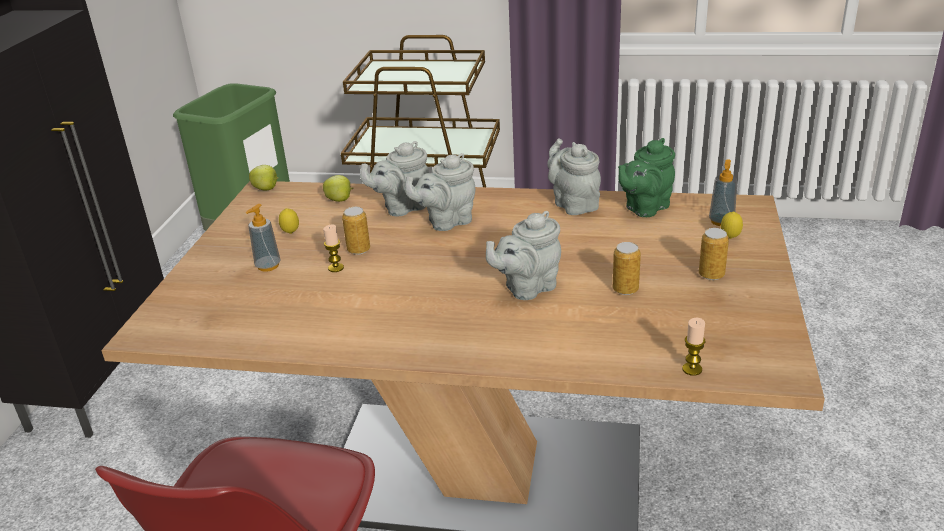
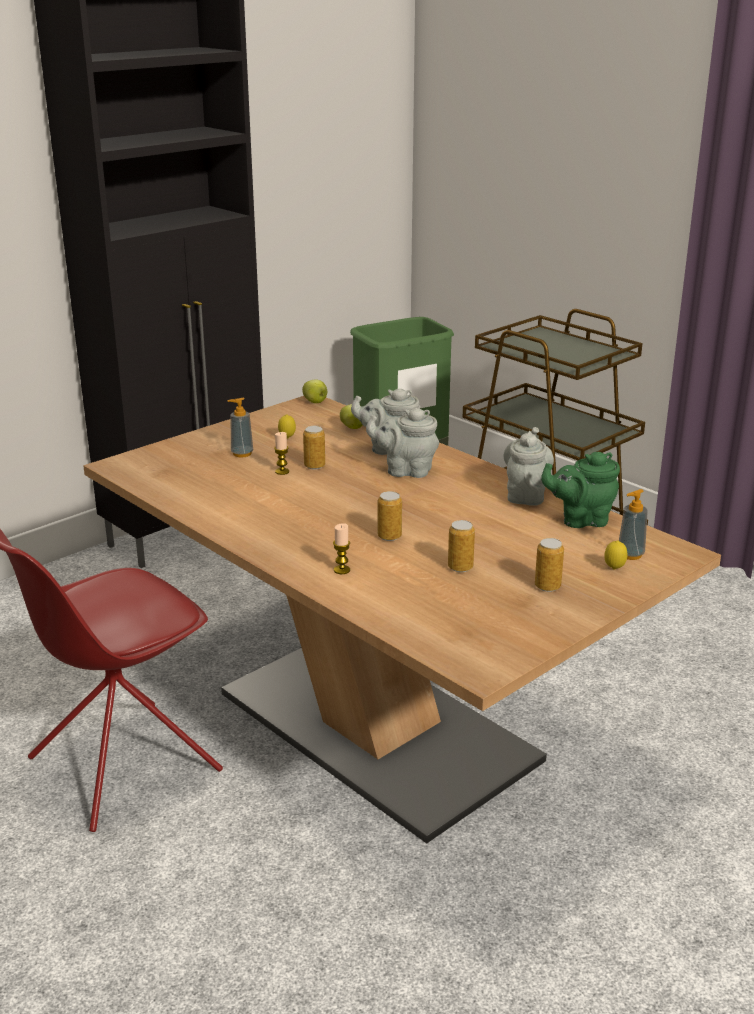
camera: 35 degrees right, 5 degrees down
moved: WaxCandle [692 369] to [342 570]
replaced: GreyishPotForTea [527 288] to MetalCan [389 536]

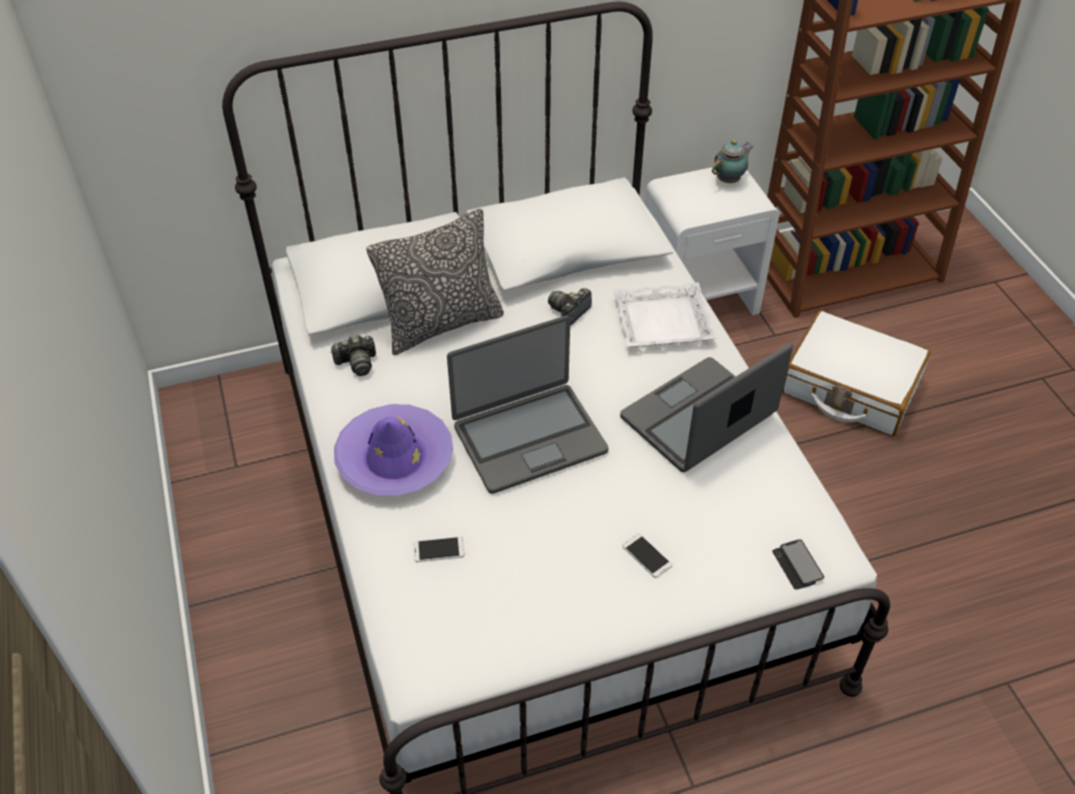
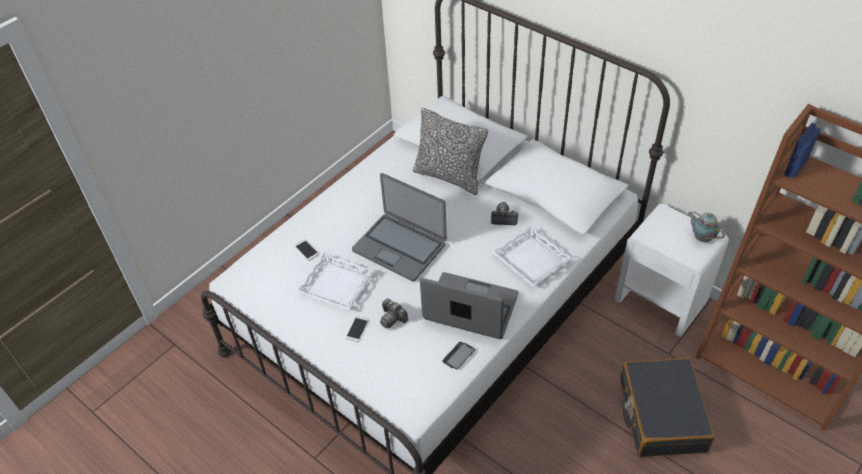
camera: 60 degrees right, 0 degrees up
removed: PurpleHat [394 459]
added: WhitishCarryingTray [337 285]
moved: StillCamera [357 363] to [392 318]; Handset [797 565] to [458 356]
recoloured: WhitishSuitcase [850 387] to BlackSuitcase [661 414]
turned: PotForTea [729 180] = [701 237] 150 degrees counterclockwise

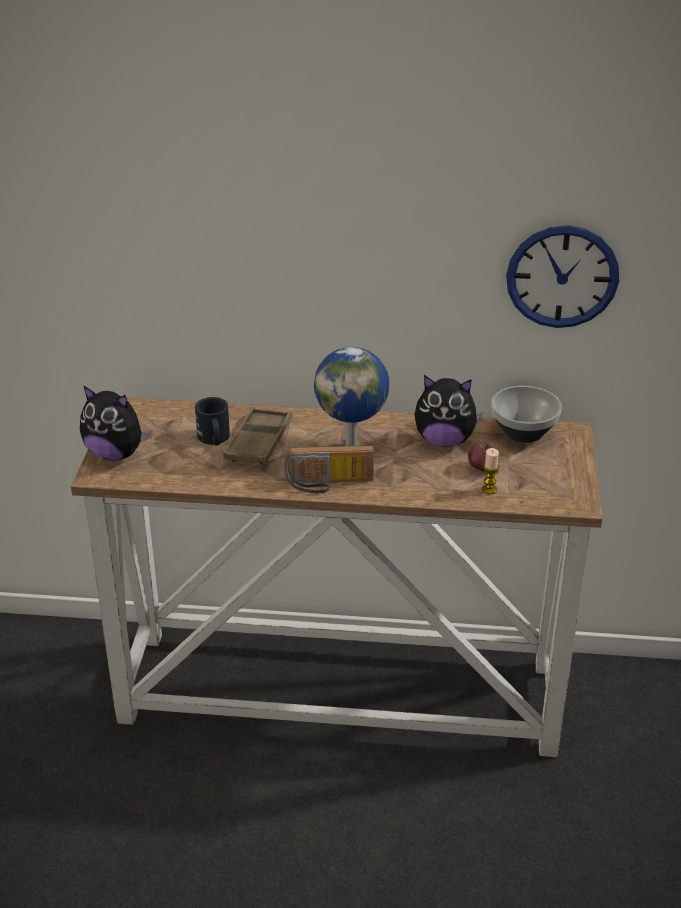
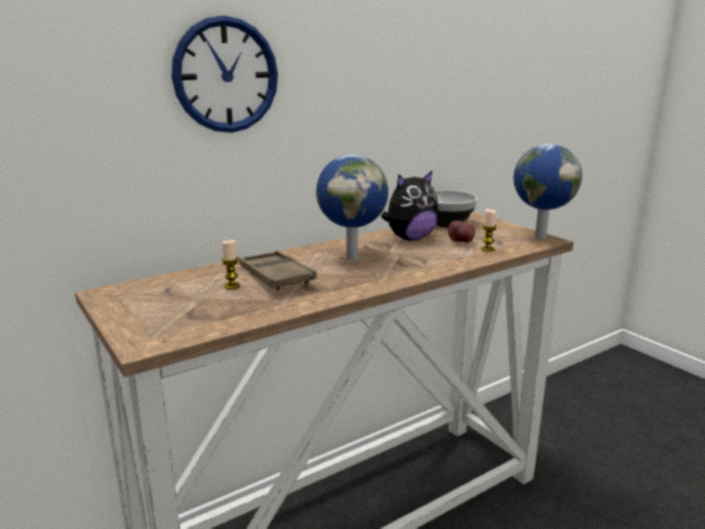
camera: 40 degrees left, 15 degrees down
removed: CuddlyToy [116 454]; RadioReceiver [329 484]
added: WorldGlobe [539 237]
moved: WallClock [562 276] to [226 75]
replaced: BlackCoffeeMug [214 439] to WaxCandle [231 286]

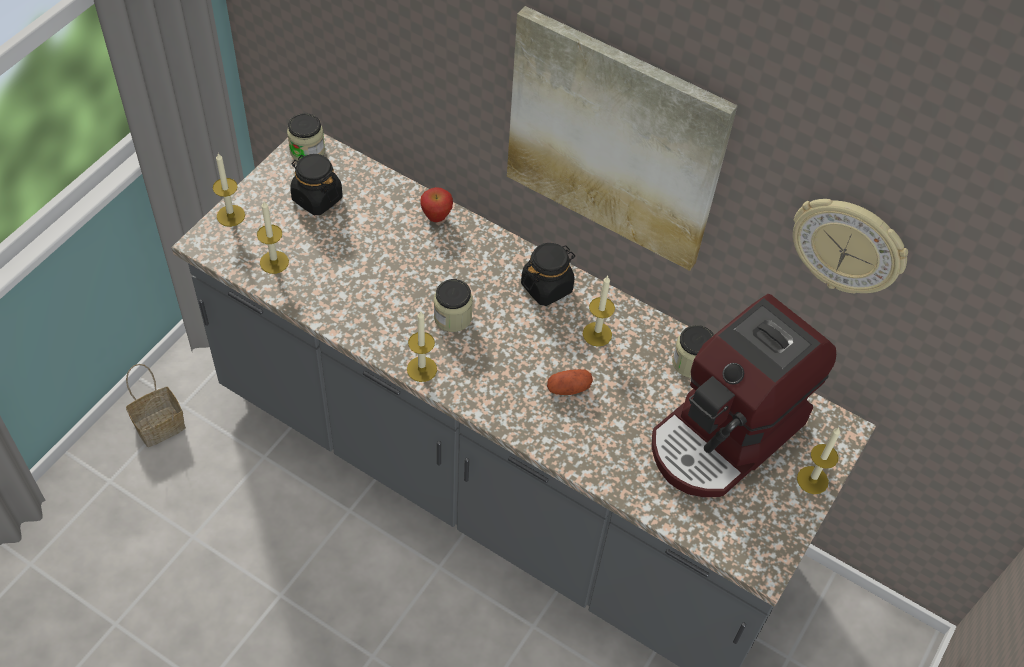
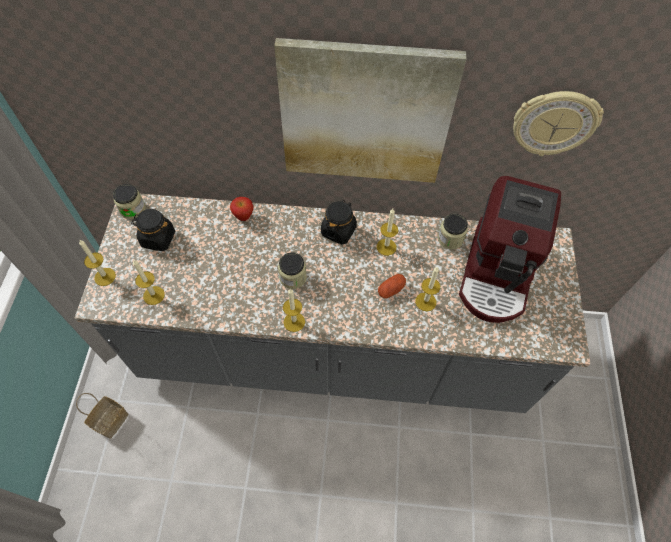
camera: 25 degrees left, 5 degrees up
moved: WaxCandle [812 480] to [425 301]

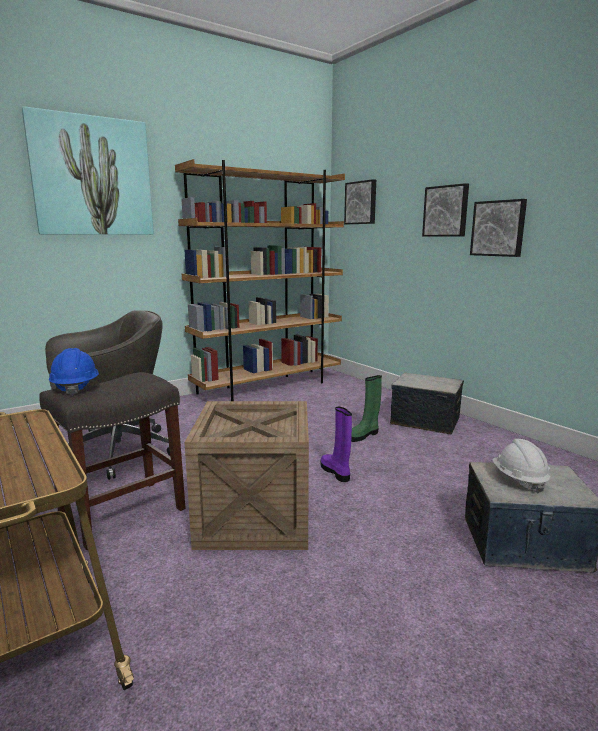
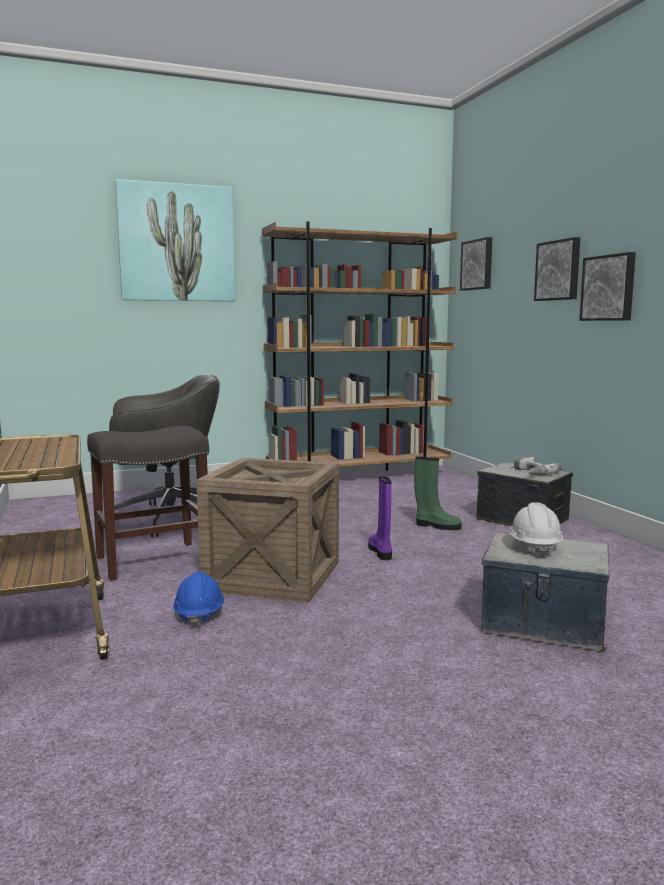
camera: 15 degrees right, 5 degrees down
added: ElectricDrill [531 472]
moved: BlueSafetyHelmet [75 387] to [199 615]
turned: GreenColouredTallBoot [363 435] = [436 526] 135 degrees counterclockwise

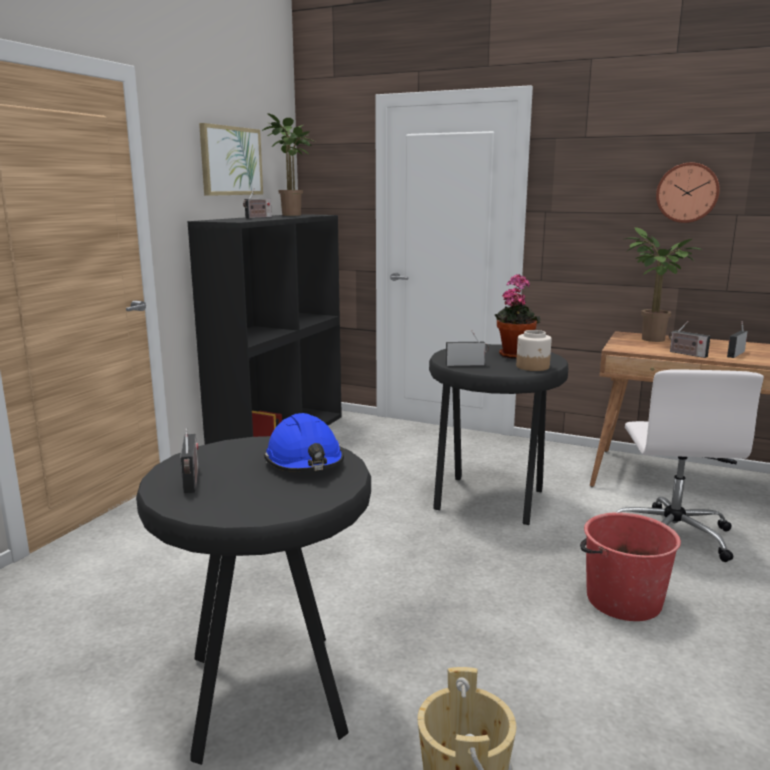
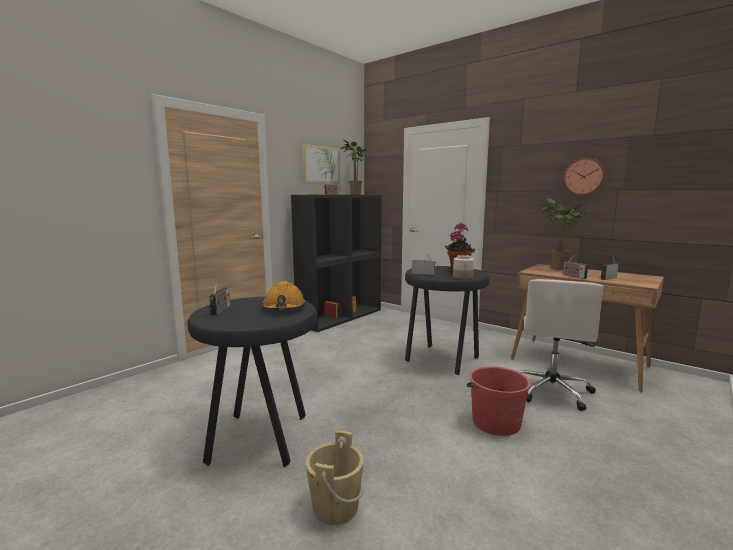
camera: 15 degrees right, 5 degrees down
recoloured: BlueSafetyHelmet [305 462] to OrangeSafetyHelmet [284 308]

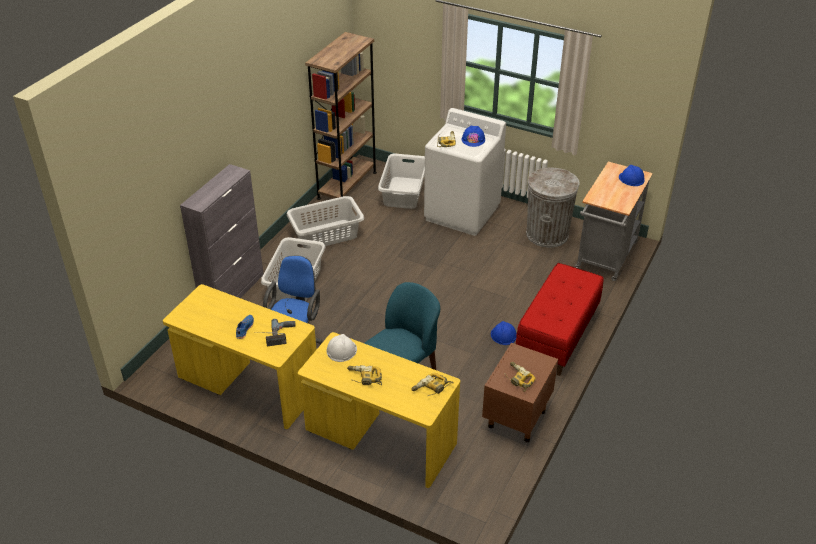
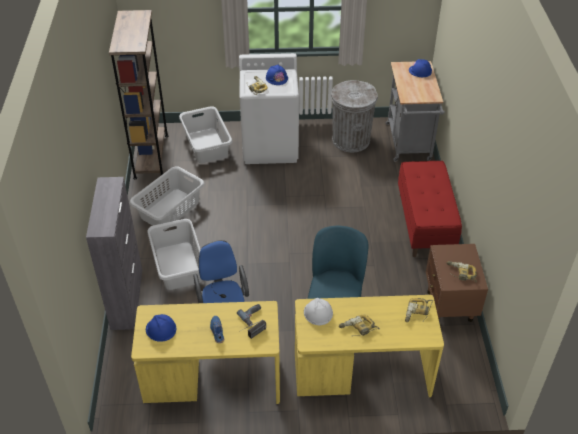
camera: 30 degrees left, 5 degrees up
moved: BlueSafetyHelmet [503 335] to [161 329]

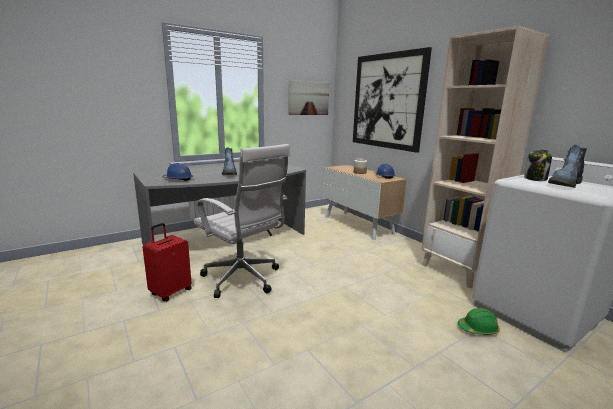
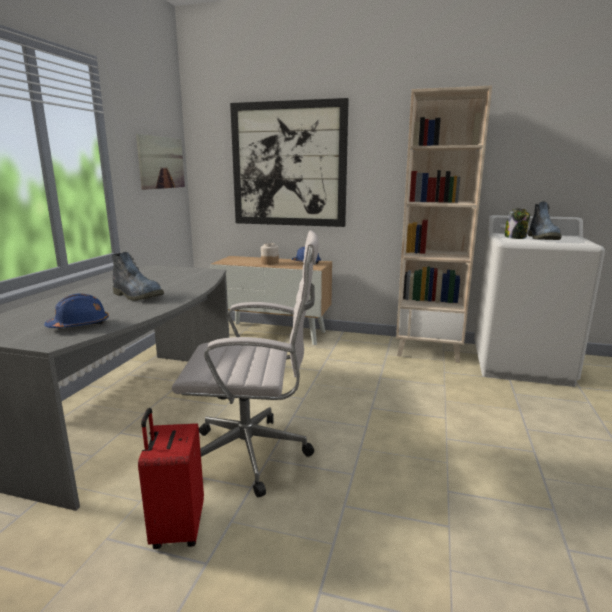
camera: 40 degrees left, 0 degrees up
removed: GreenColouredSafetyHelmet [478 329]

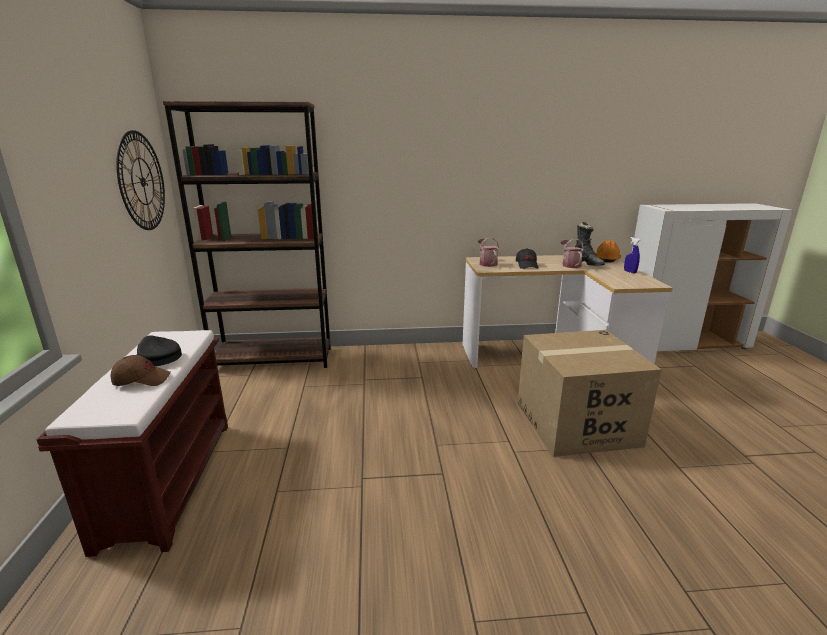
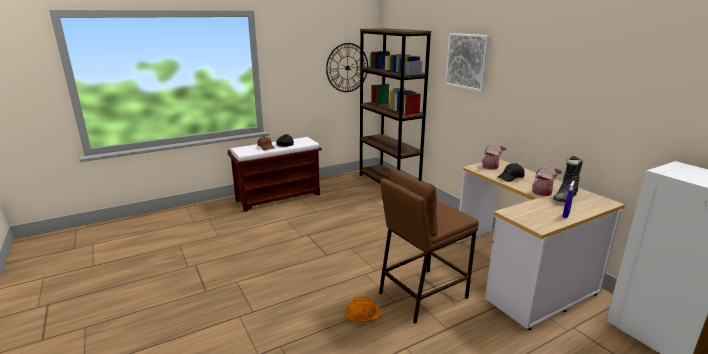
camera: 65 degrees right, 0 degrees up
added: Picture [467 61]
moved: OrangeSafetyHelmet [606 259] to [362 316]
replaced: CardboardBox [576 424] to BrownColouredSittingStool [422 295]

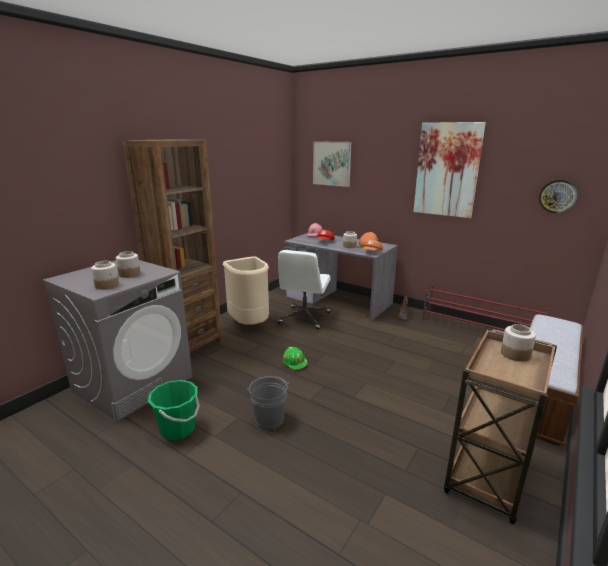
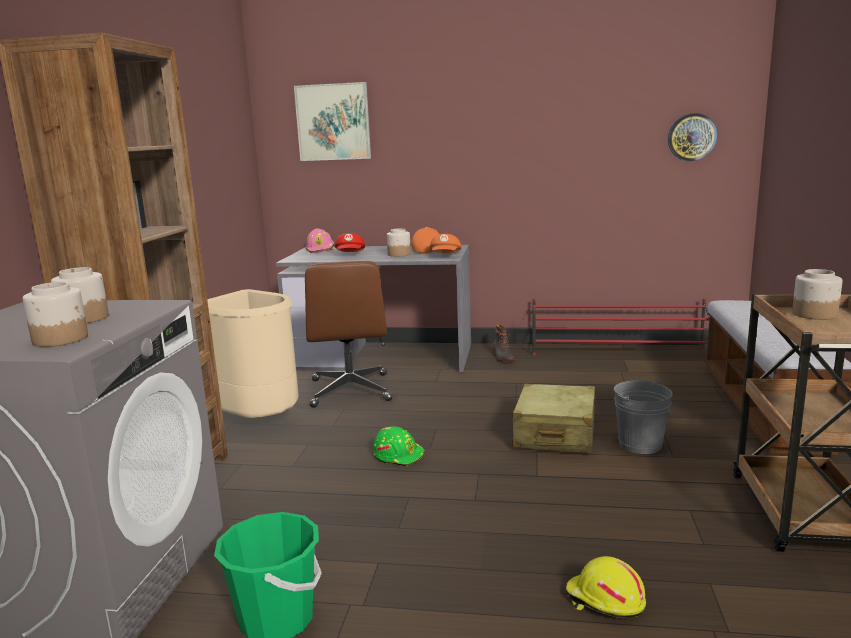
camera: 25 degrees left, 5 degrees down
removed: Picture [447 170]
added: BeigeSuitcase [555 434]; YellowColouredSafetyHelmet [604 600]
moved: GreyishWaterBucket [269 420] to [640 444]
recoloured: WhitishOfficeChair [304 318] to BrownColouredOfficeChair [351 391]

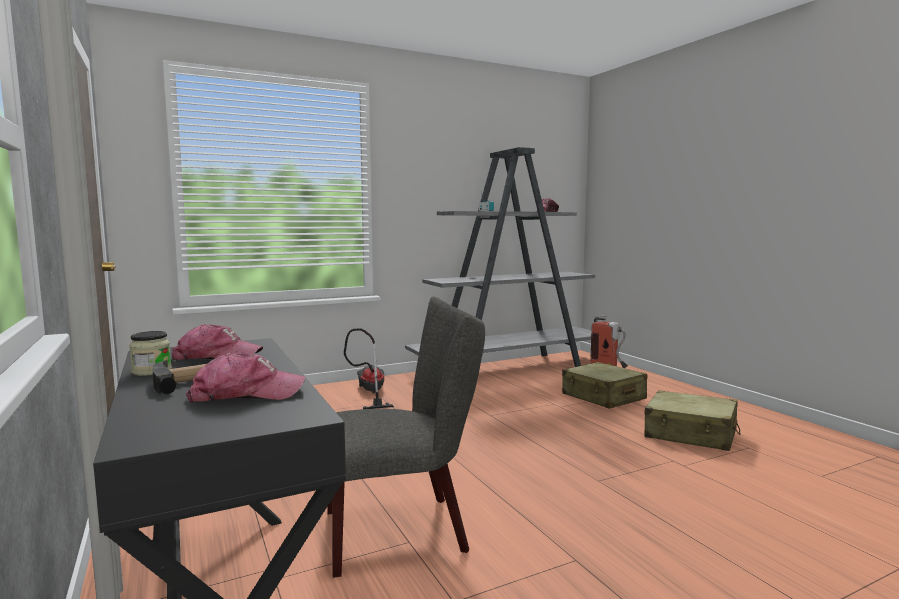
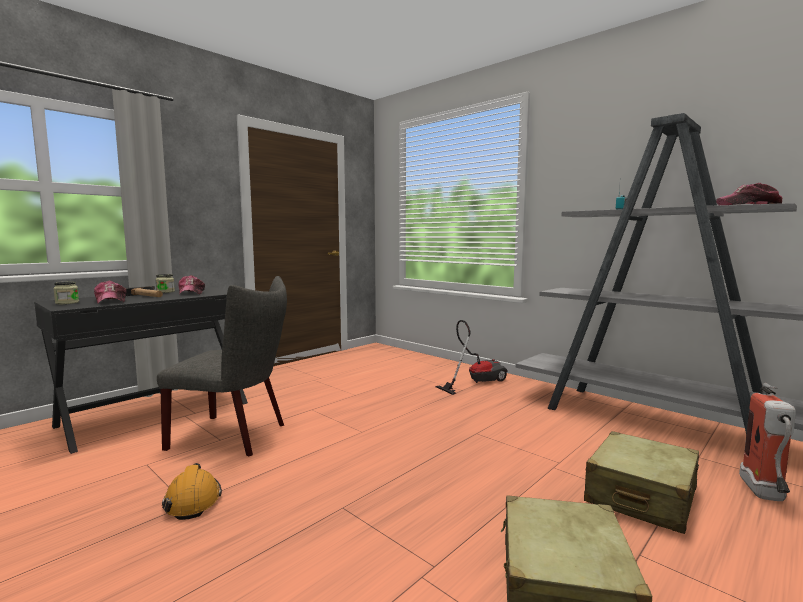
camera: 70 degrees right, 0 degrees up
added: StorageJar [67 303]; OrangeSafetyHelmet [193 500]
turned: GreyishPlainChair [405 530] = [235 436] 45 degrees counterclockwise

